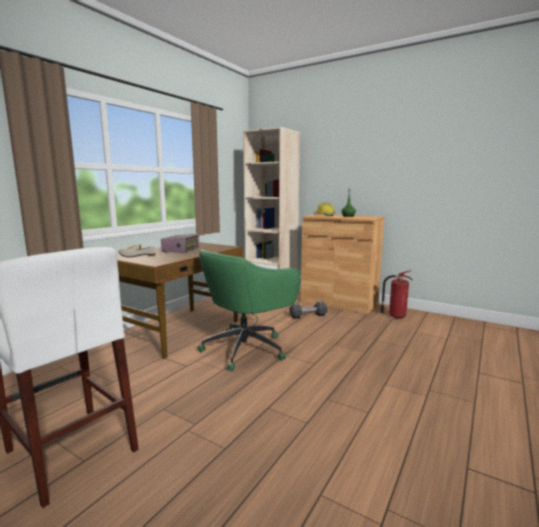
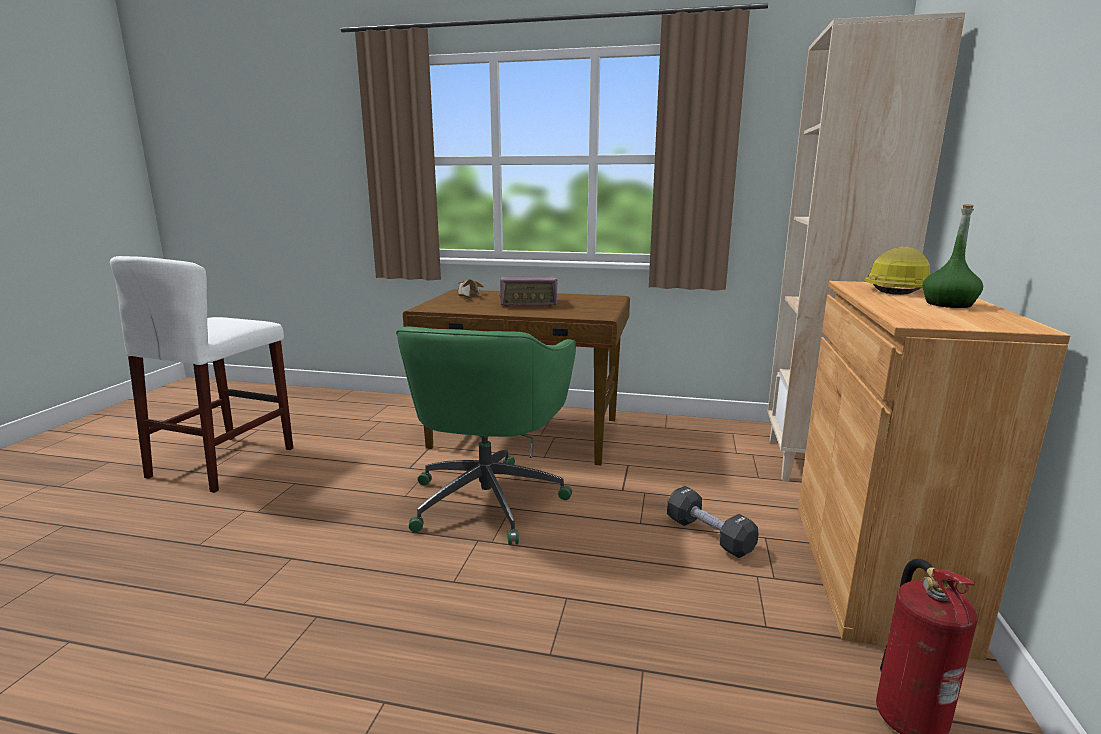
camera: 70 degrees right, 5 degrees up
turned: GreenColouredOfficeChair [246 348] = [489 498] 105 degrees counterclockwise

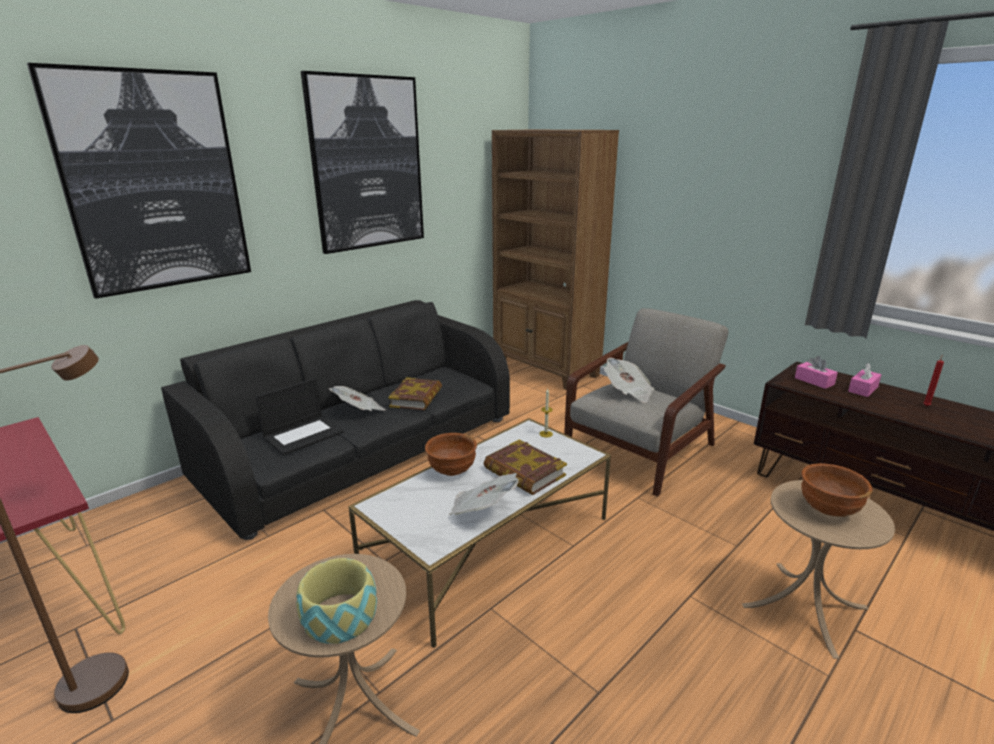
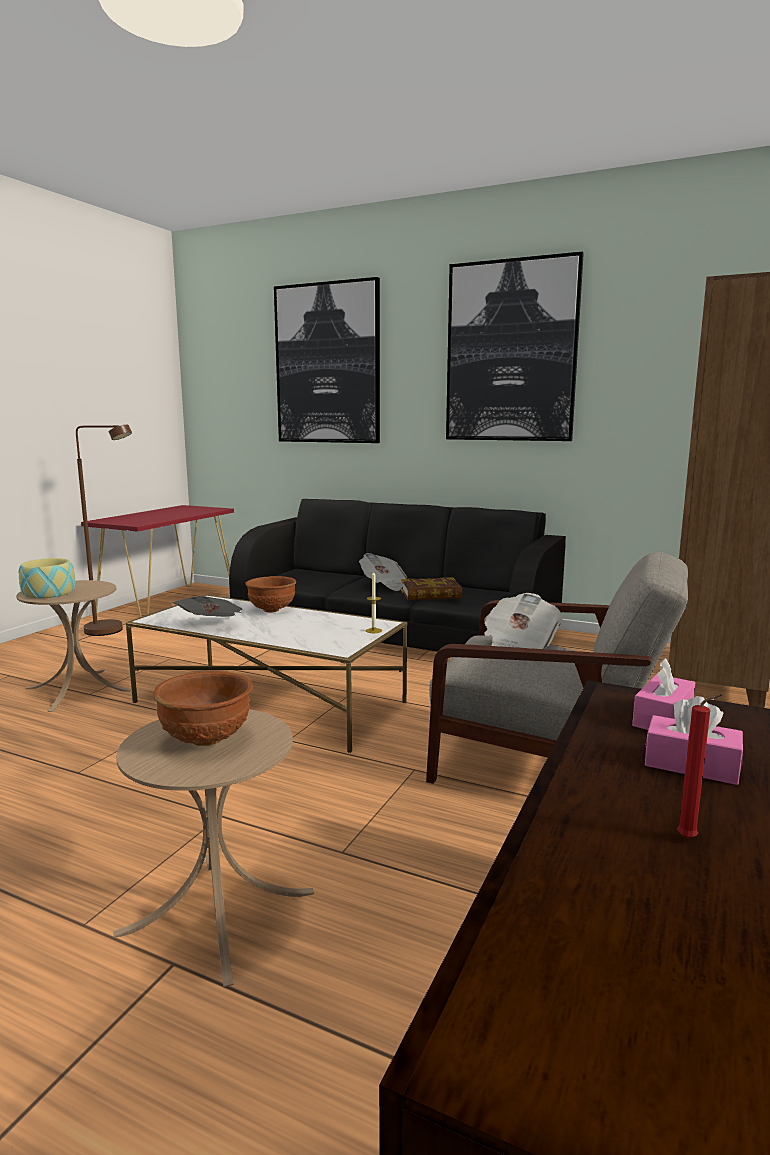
camera: 70 degrees right, 10 degrees down
removed: NotebookComputer [303 434]; Volume [524 472]

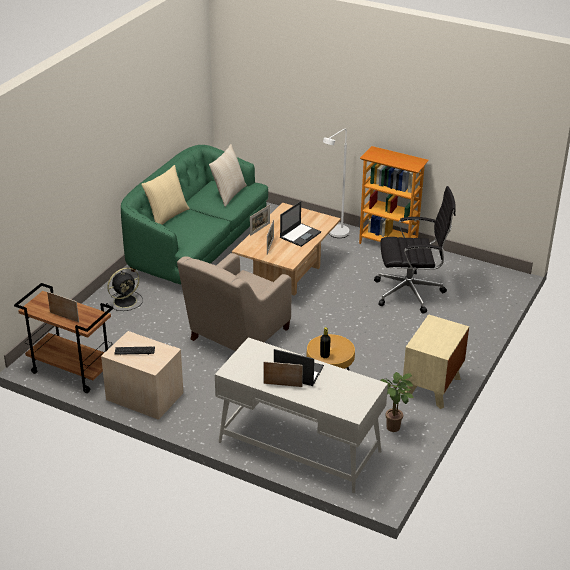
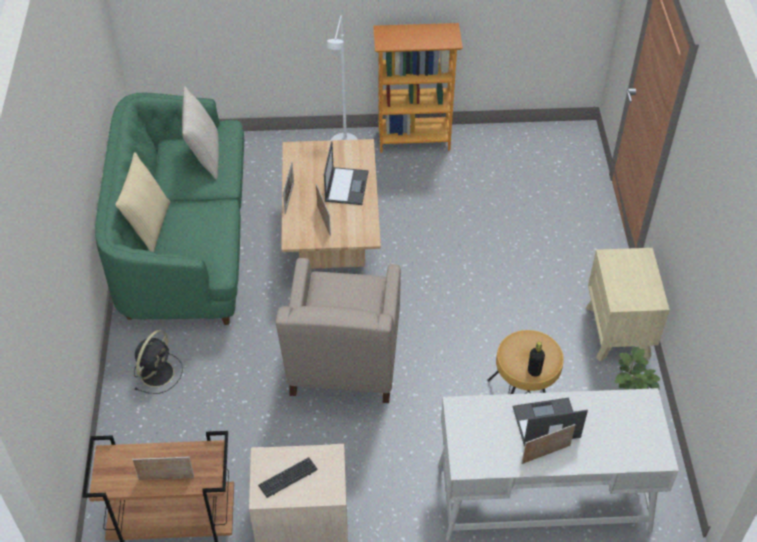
camera: 30 degrees left, 15 degrees up
removed: BlackOfficeChair [411 293]

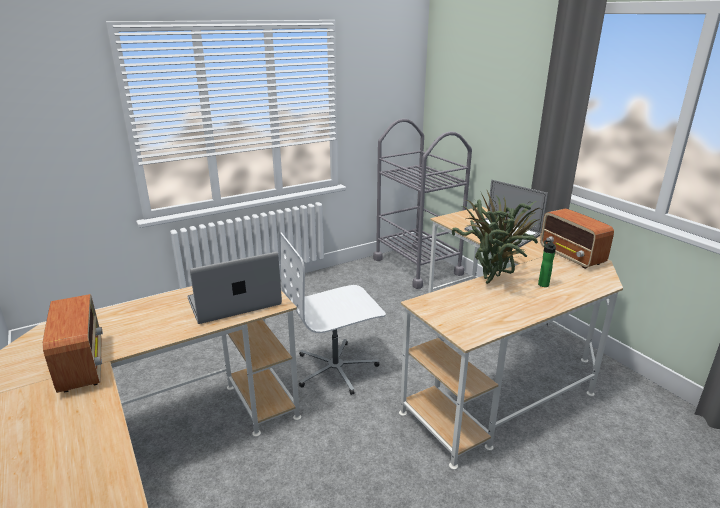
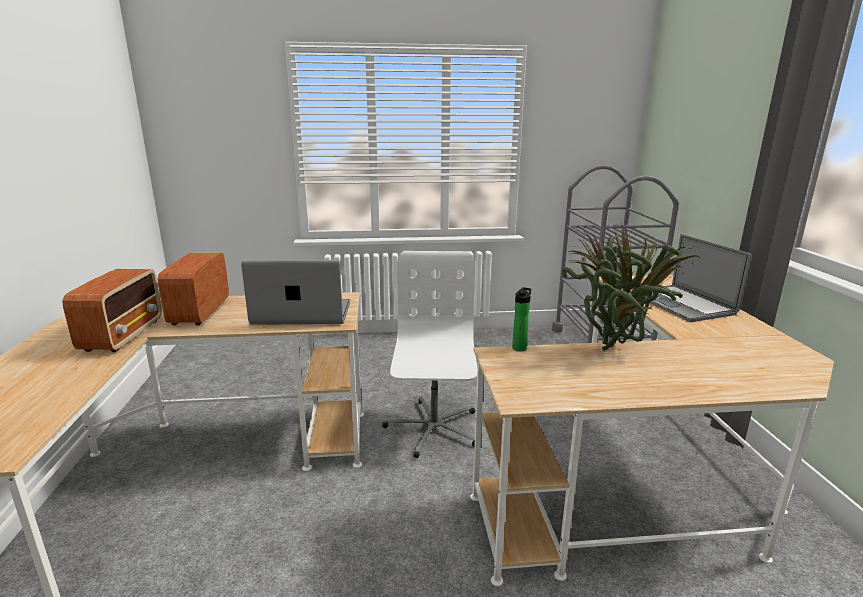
camera: 25 degrees right, 5 degrees down
moved: RadioReceiver [571 256] to [199 312]; BeverageBottle [543 284] to [520 347]
turned: WhitishOfficeChair [336 369] = [433 428] 90 degrees clockwise

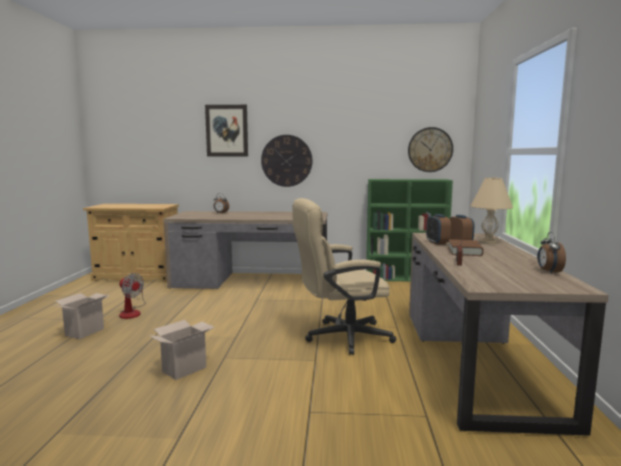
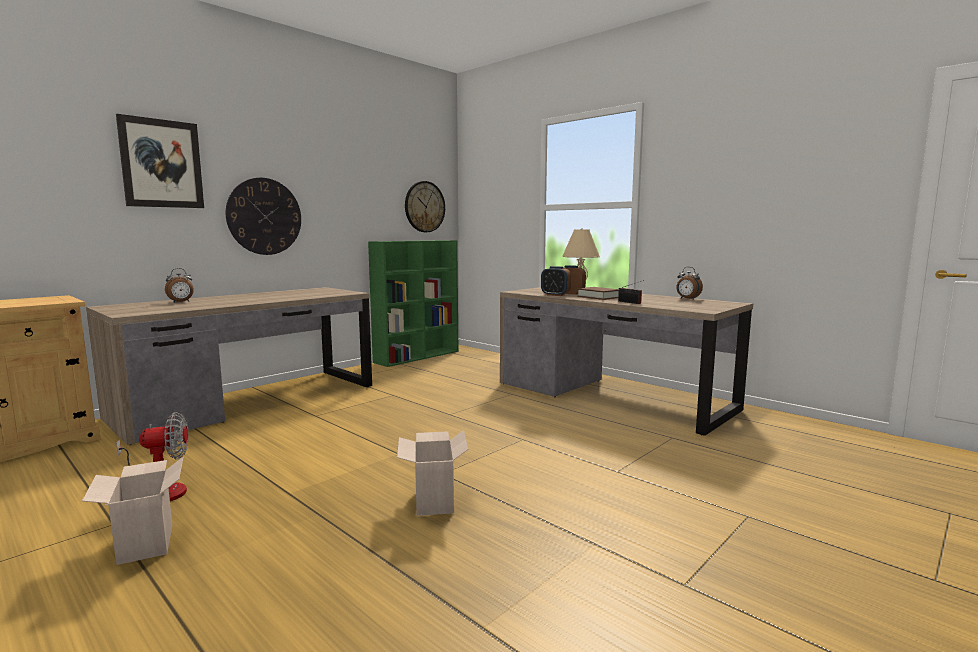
camera: 50 degrees left, 0 degrees up
removed: BeigeOfficeChair [340 337]

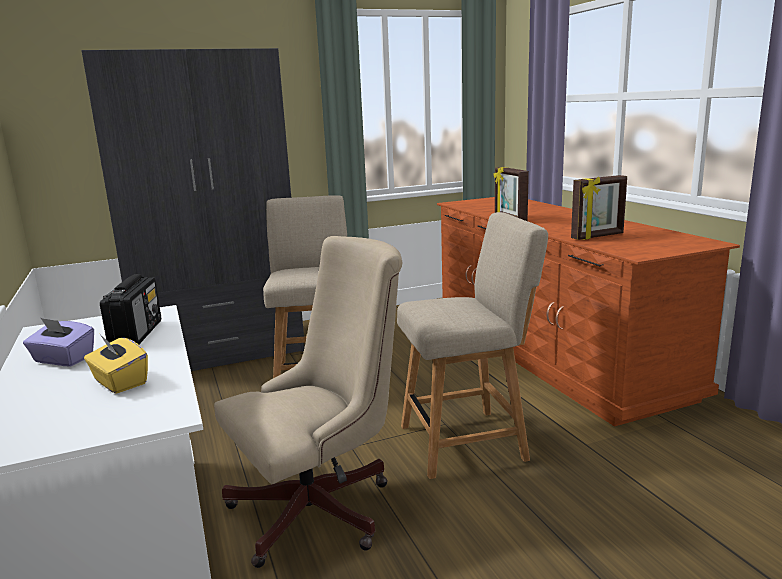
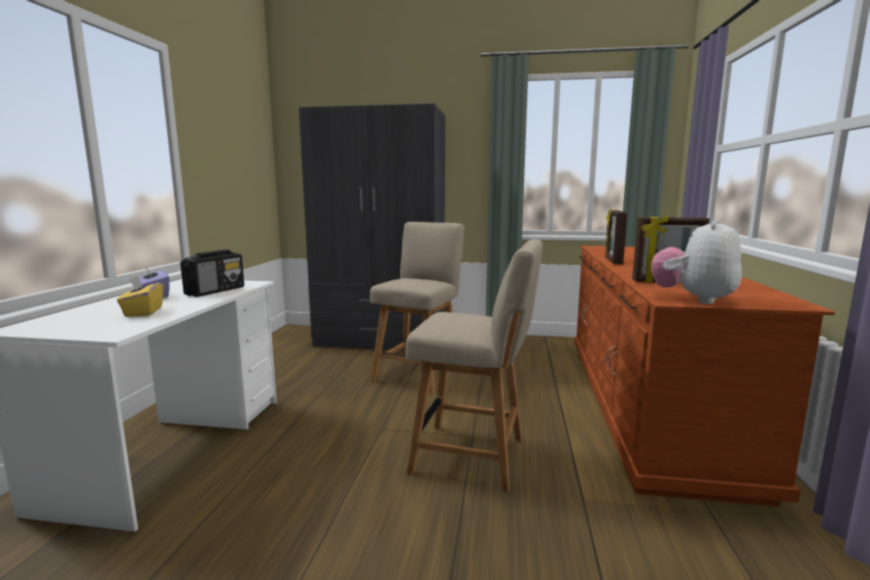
camera: 30 degrees right, 5 degrees down
removed: BeigeOfficeChair [322 508]
added: CuddlyToy [693 299]

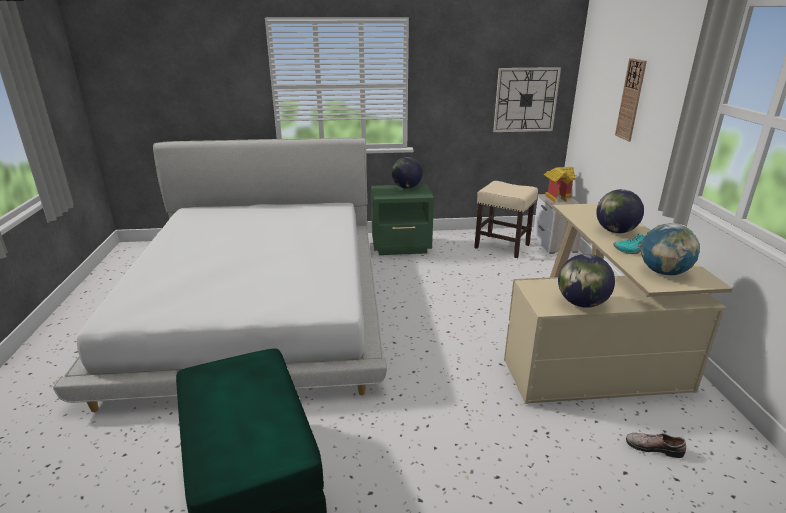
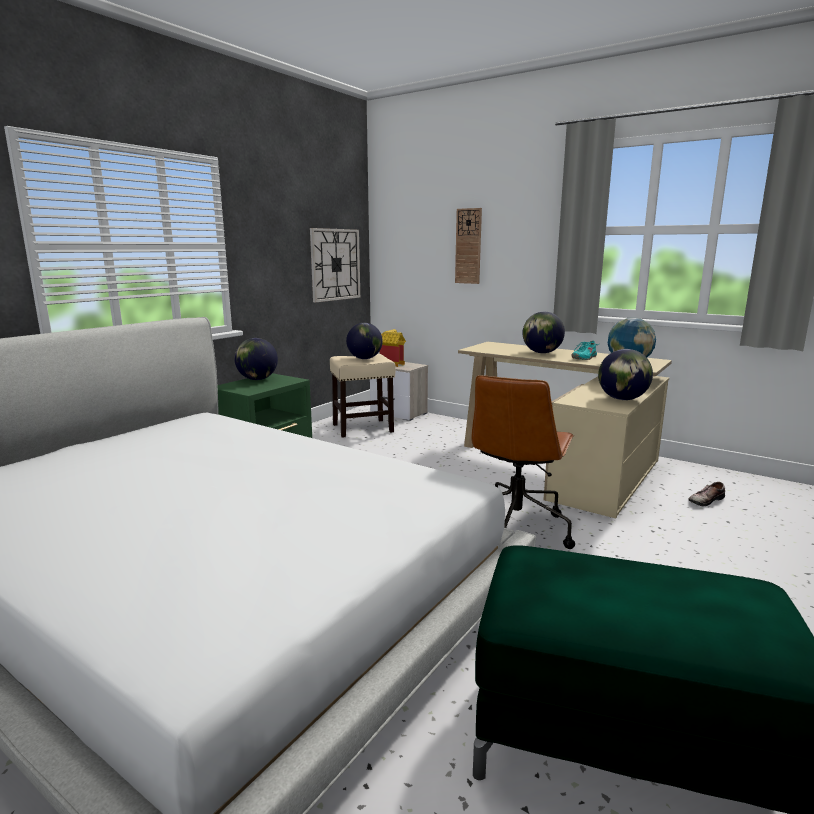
camera: 50 degrees left, 10 degrees down
added: WorldGlobe [364 359]; BrownColouredOfficeChair [515 528]

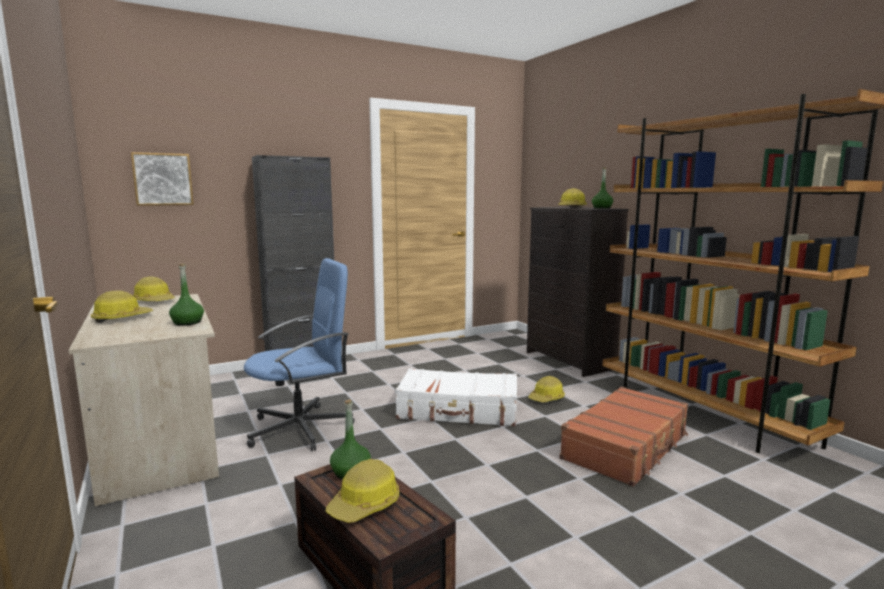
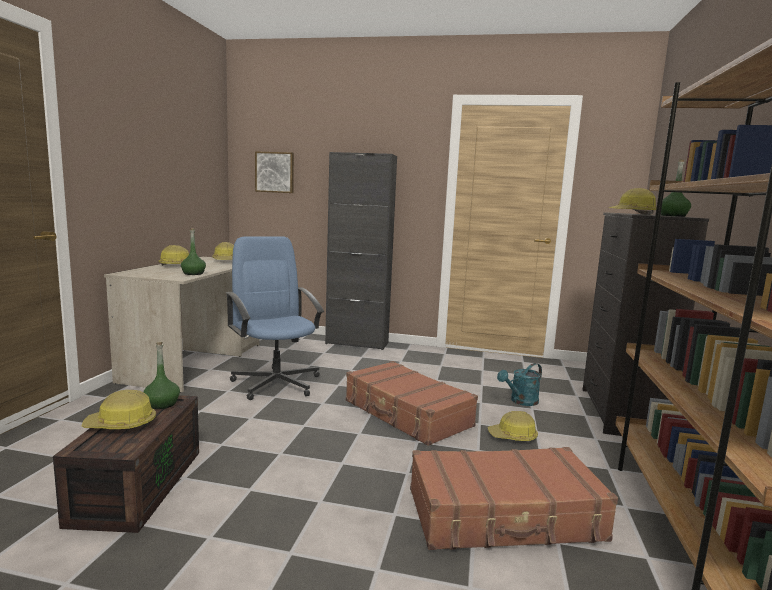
camera: 40 degrees right, 0 degrees up
added: BlueGreenWateringPot [520 401]
recoloured: WhitishSuitcase [458 410] to BrownColouredSuitcase [406 414]
turned: BlueOfficeChair [301 428] = [276 383] 135 degrees counterclockwise

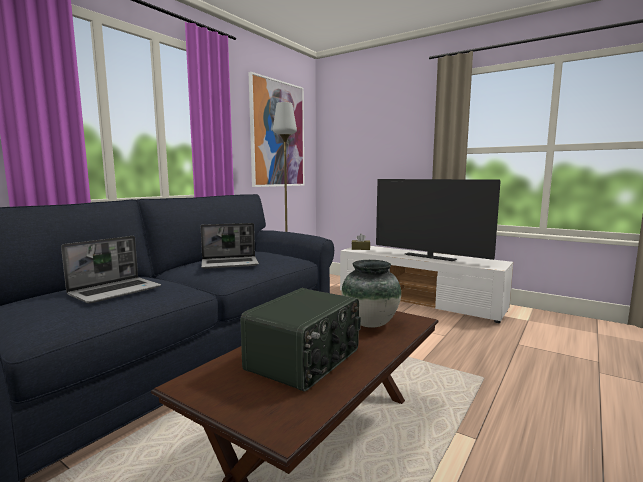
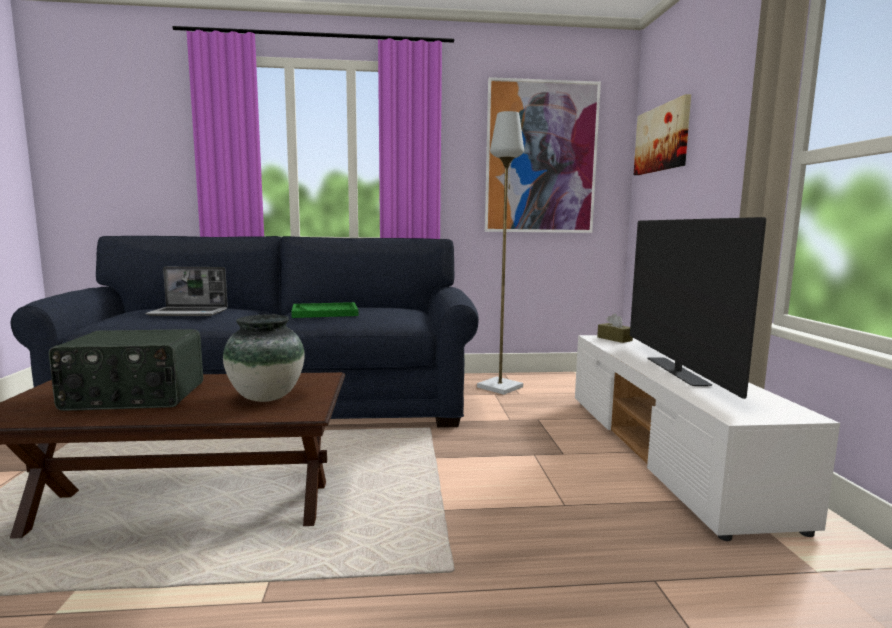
camera: 50 degrees right, 0 degrees up
added: Picture [662 138]
replaced: NotebookComputer [230 263] to GreenColouredCarryingTray [325 312]

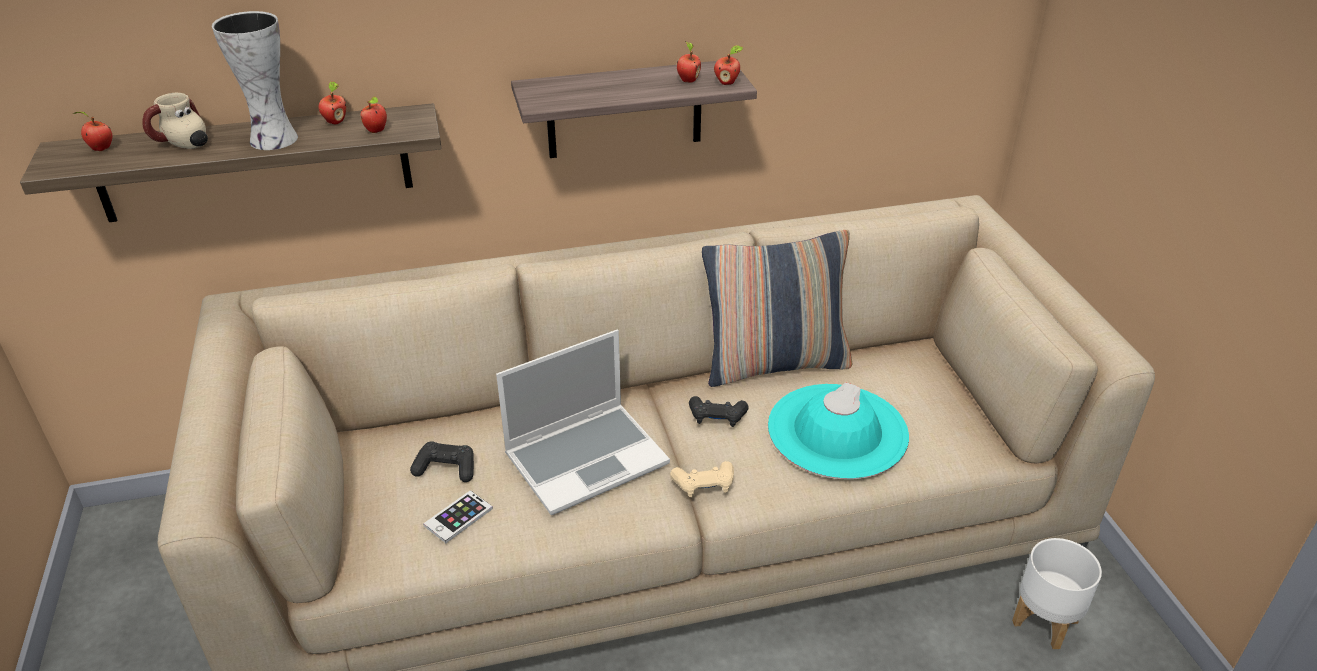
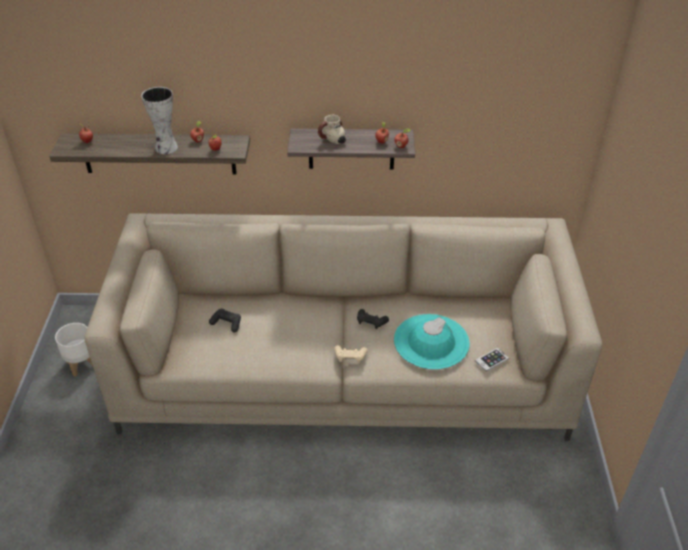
camera: 15 degrees right, 5 degrees up
removed: NotebookComputer [587 458]; Cushion [774 364]
moved: WhitishFlowerPot [1043 621] to [81 364]; CoffeeMug [182 145] to [332 140]; Handset [458 517] to [491 360]

